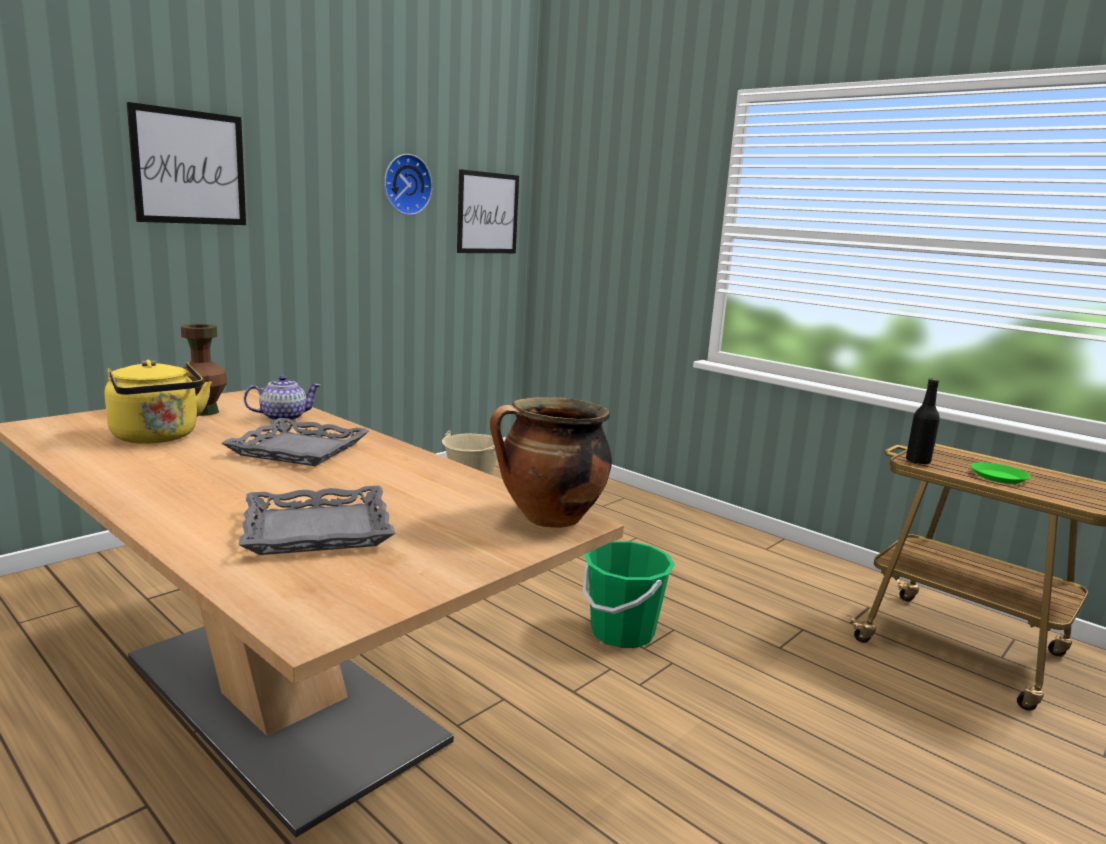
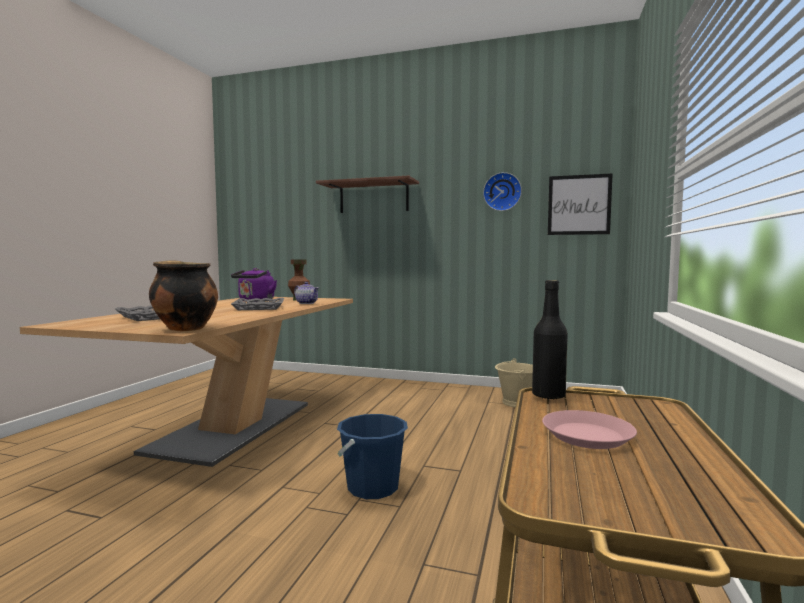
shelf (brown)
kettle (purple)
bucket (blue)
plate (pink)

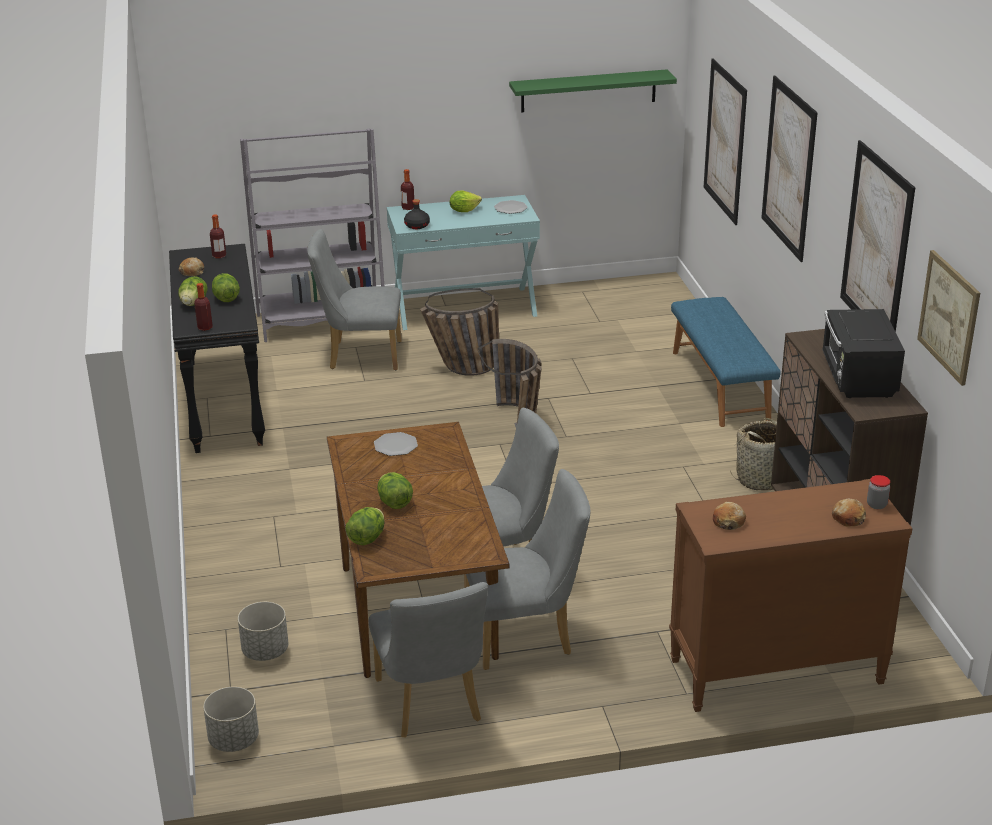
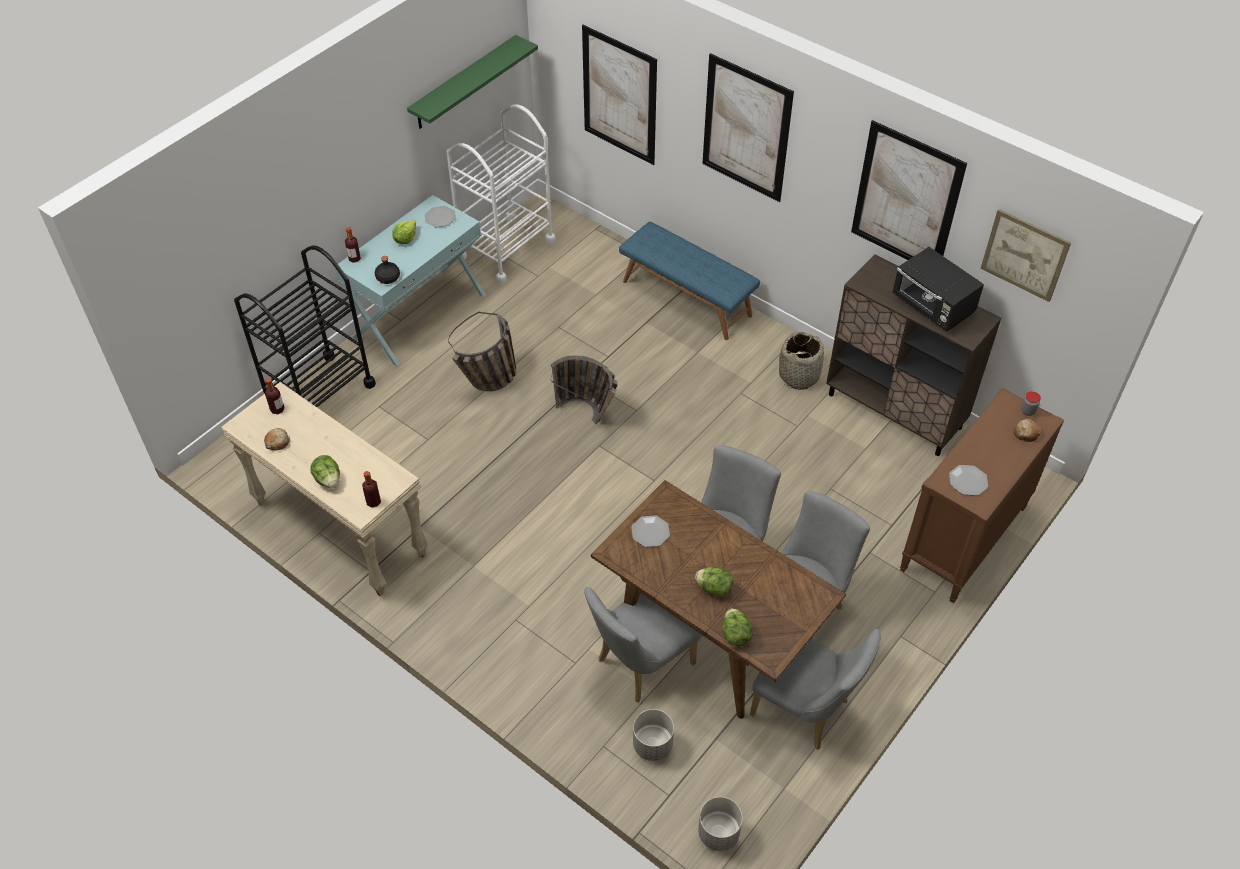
lettuce (no. 2 from left in the first image)
cart (white)
chair (grey) (no. 1 from left)
cart (black)
plate (no. 3 from left)
console table (beige)

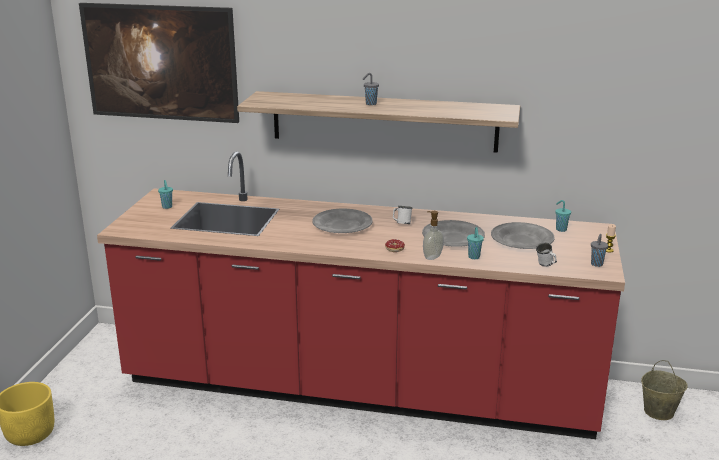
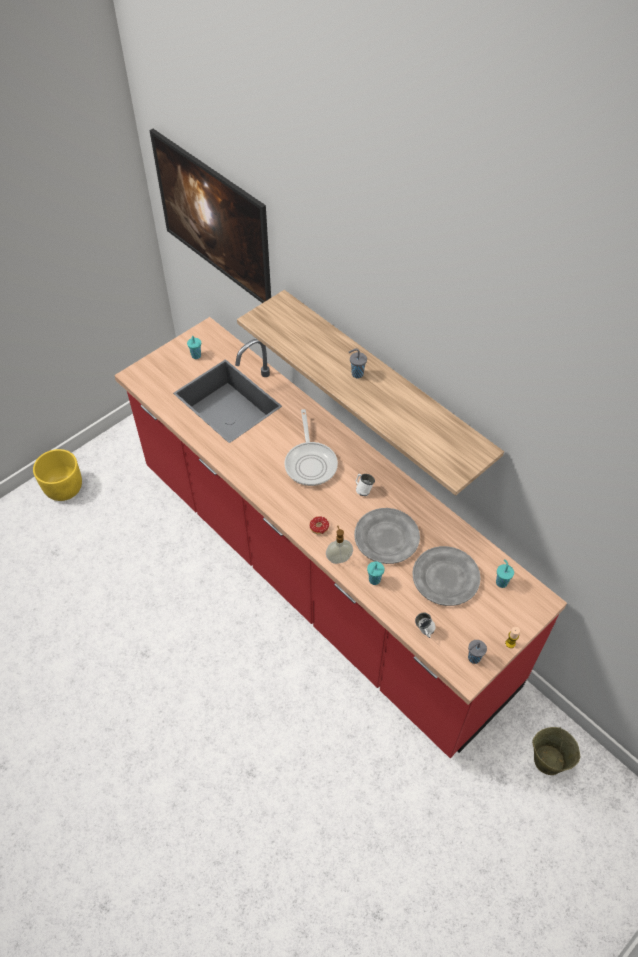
frying pan

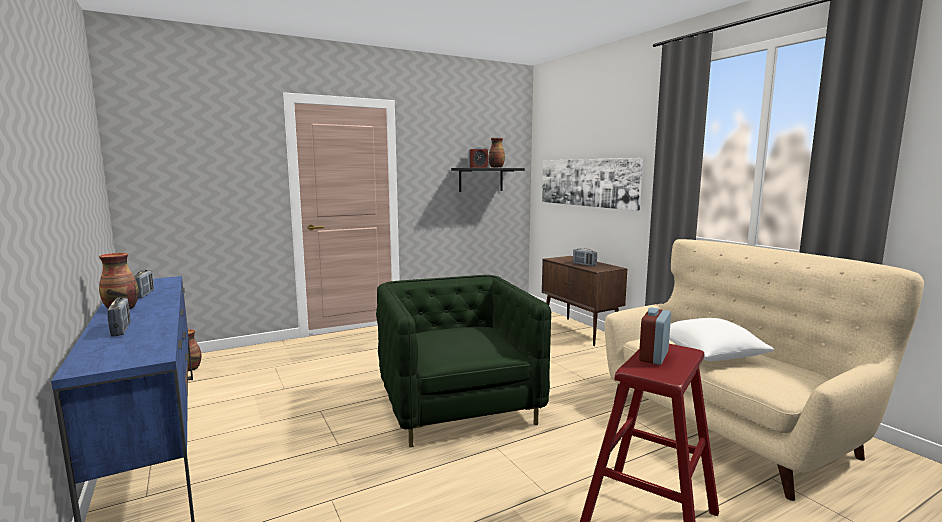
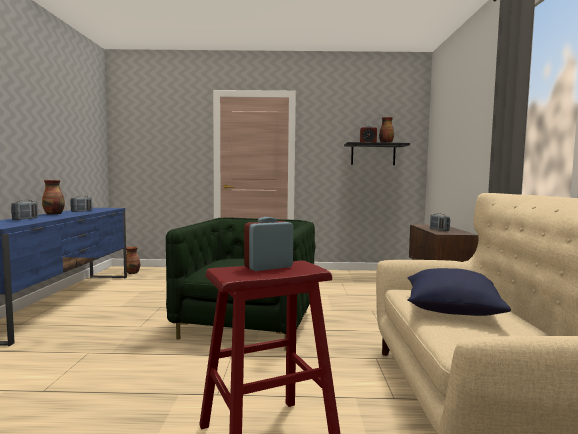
picture
pillow (blue)

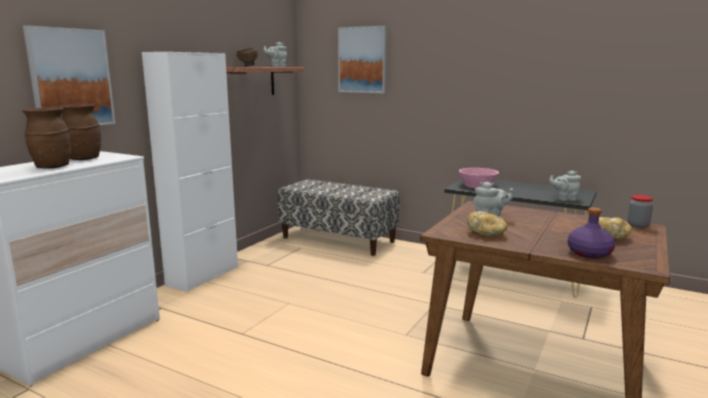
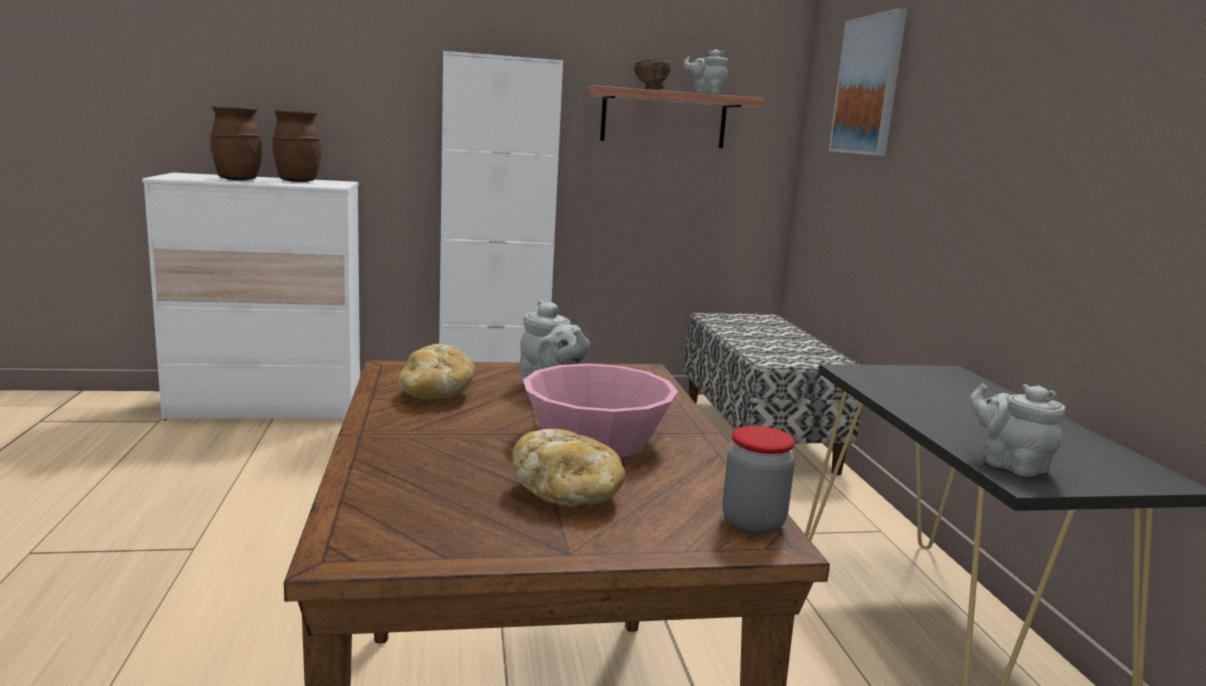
picture (no. 1 from left in the first image)
bottle (purple)
bowl (pink)

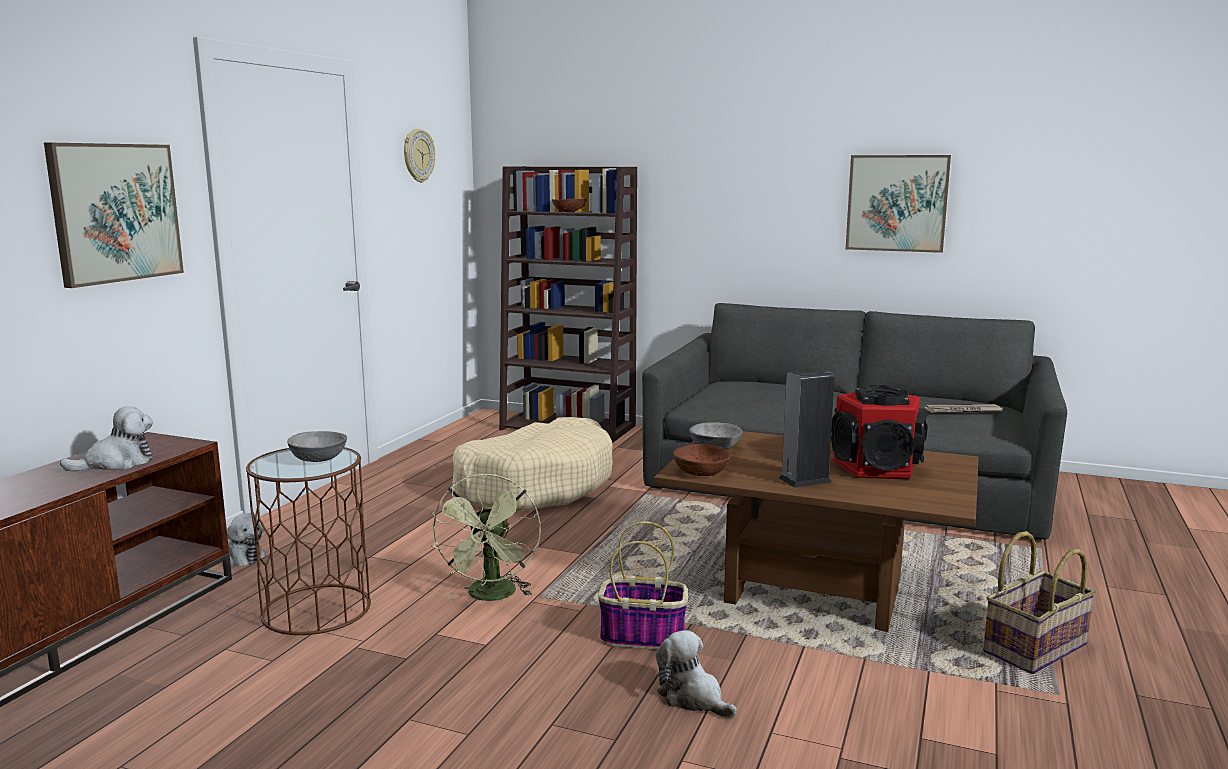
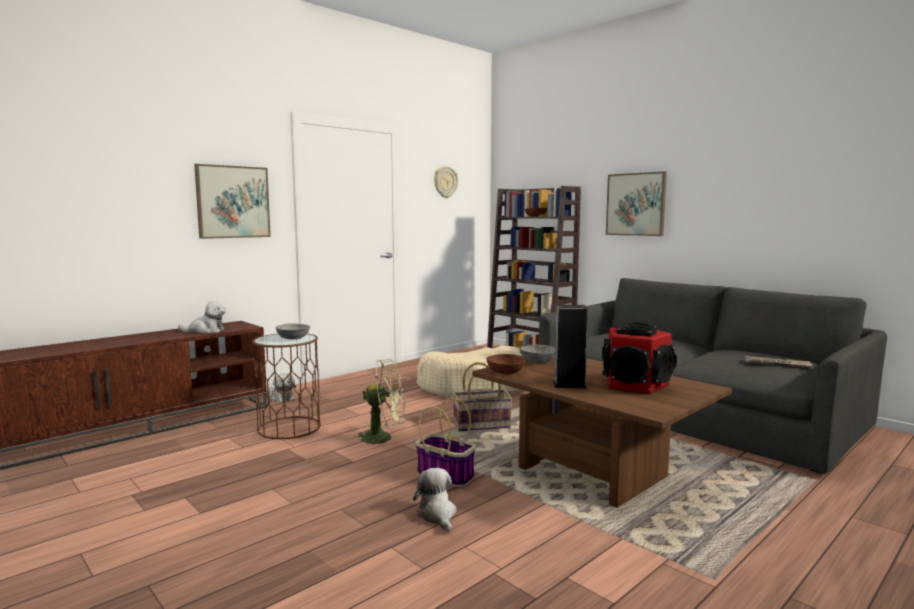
picture (no. 2 from left)
basket (no. 2 from left)
fan (green)

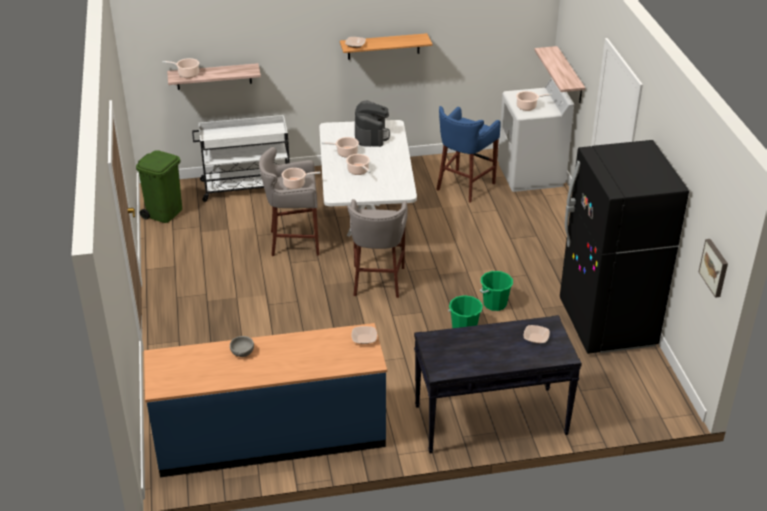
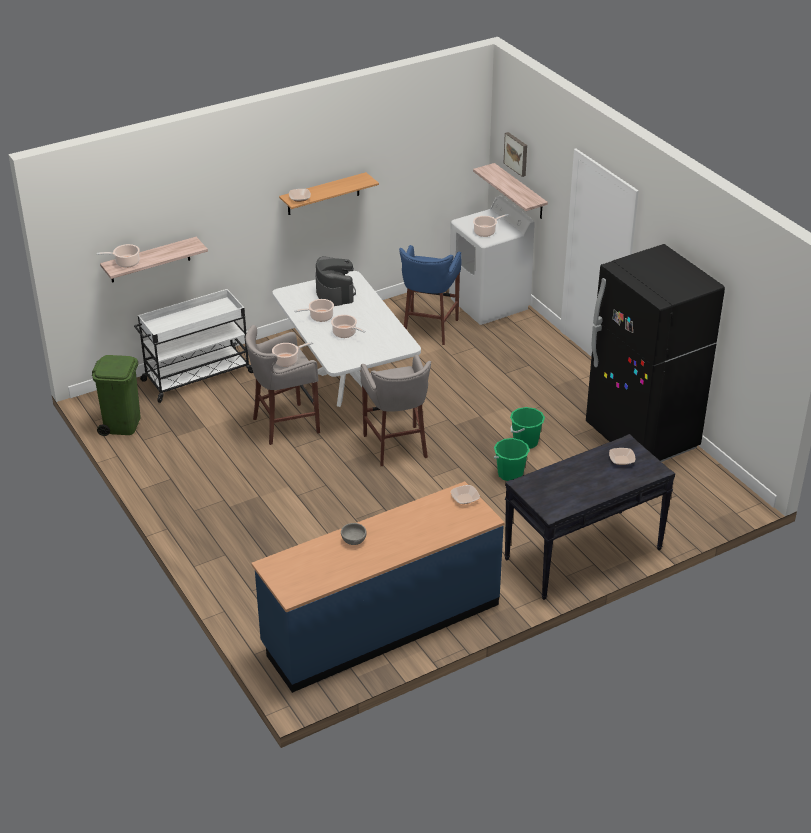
picture

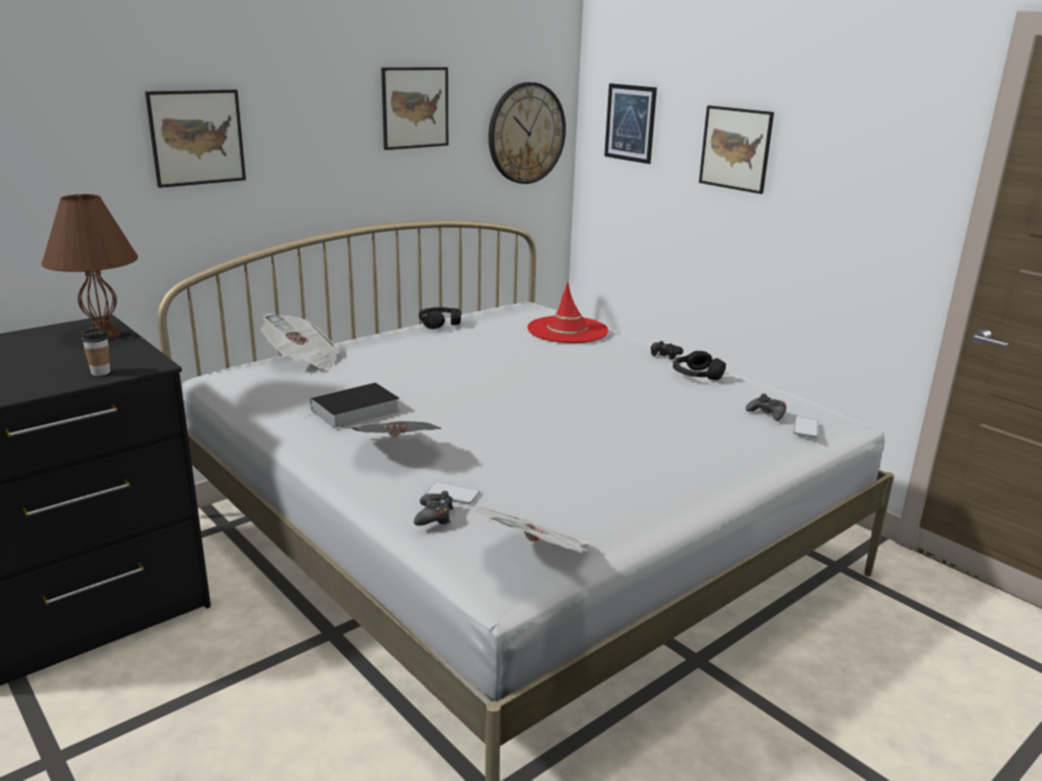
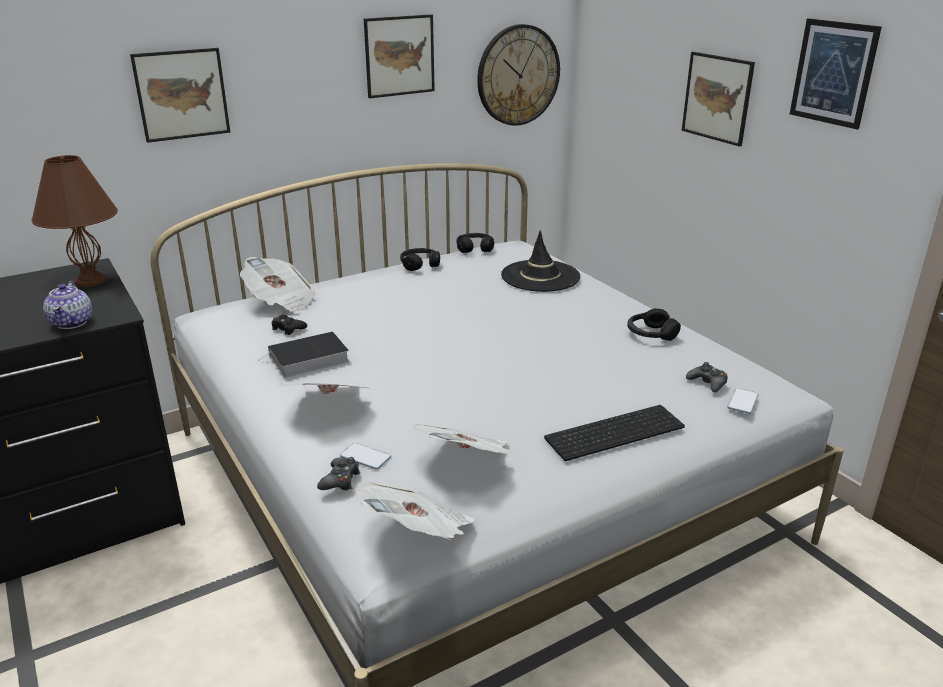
newspaper (no. 4 from left)
headphones (black) (no. 2 from left)
keyboard
picture (no. 4 from left)
game controller (black) (no. 1 from left)
teapot
hat (black)

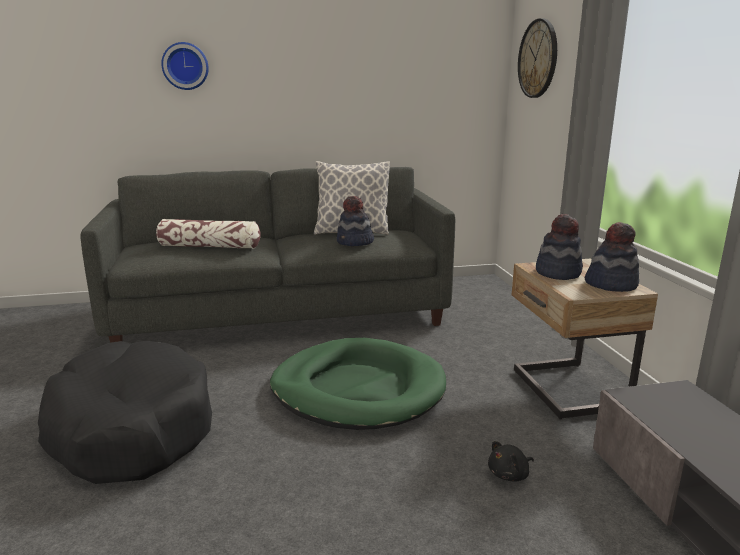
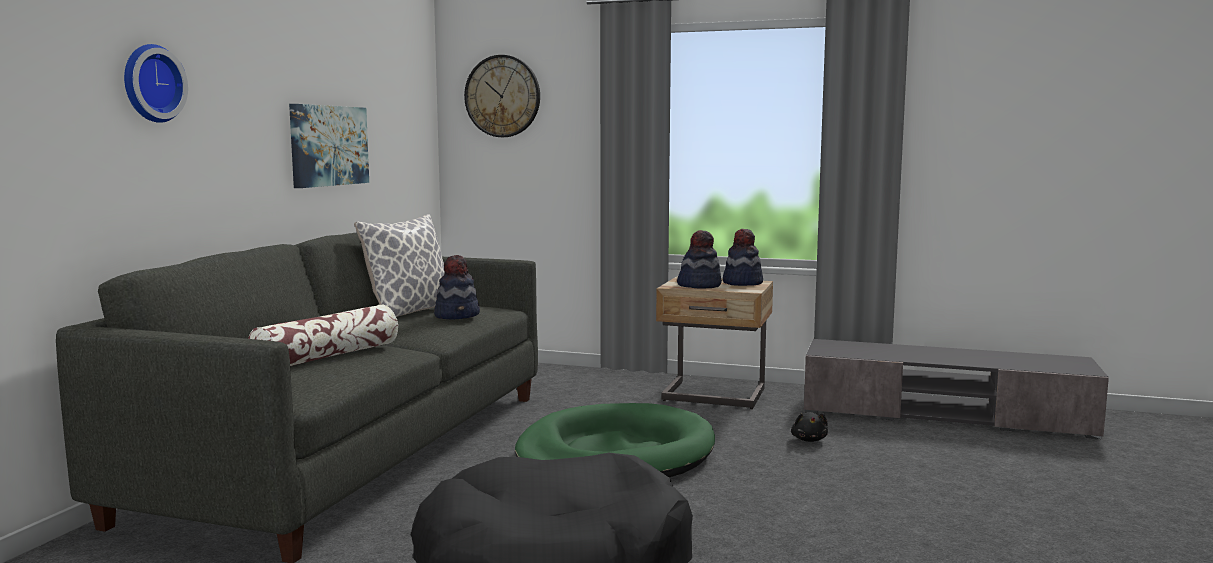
picture

